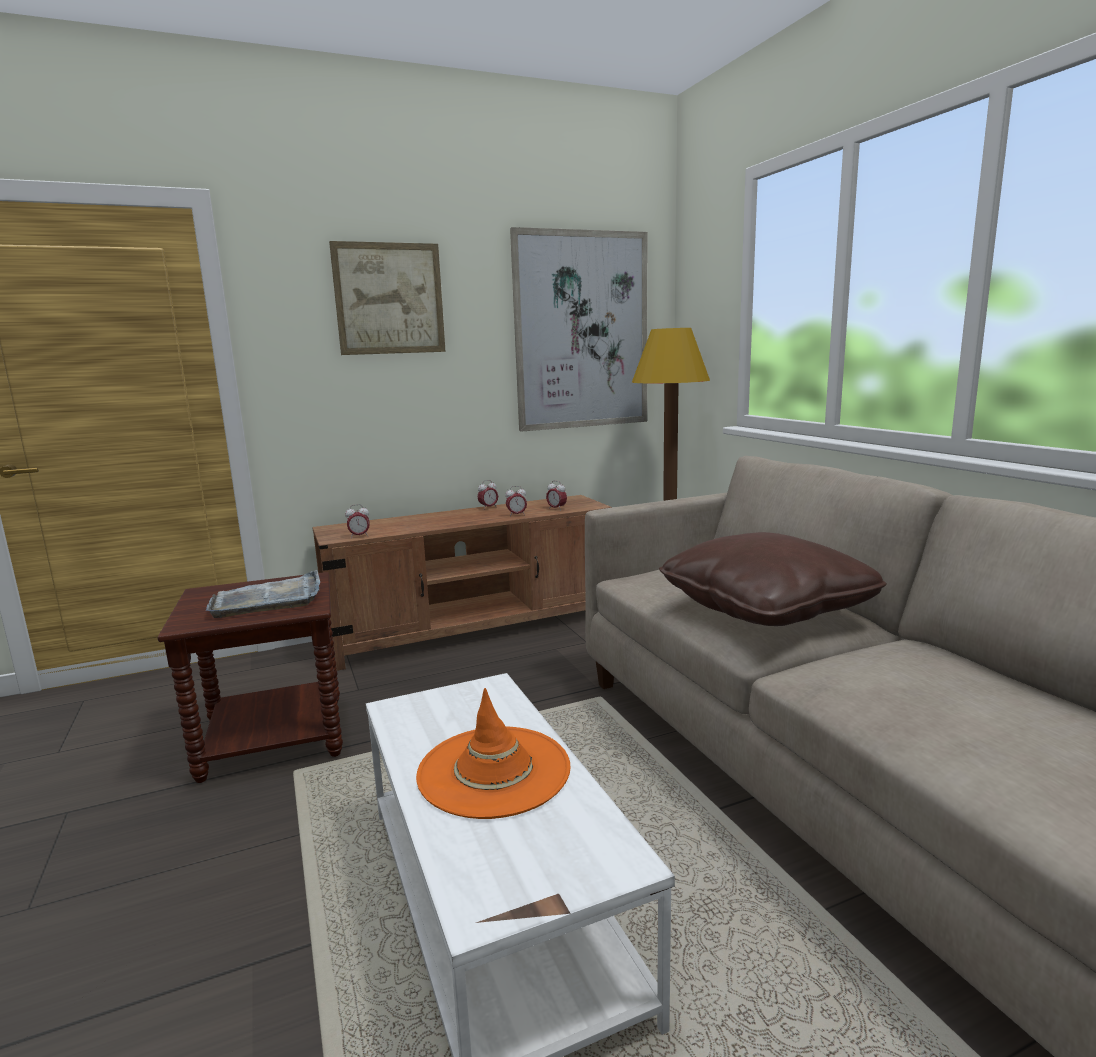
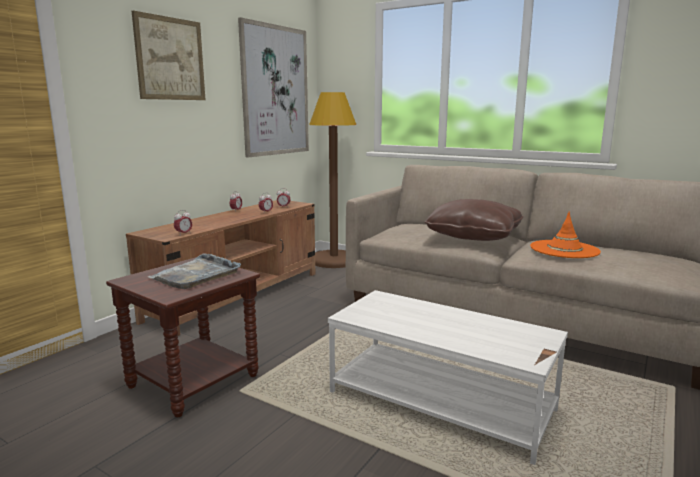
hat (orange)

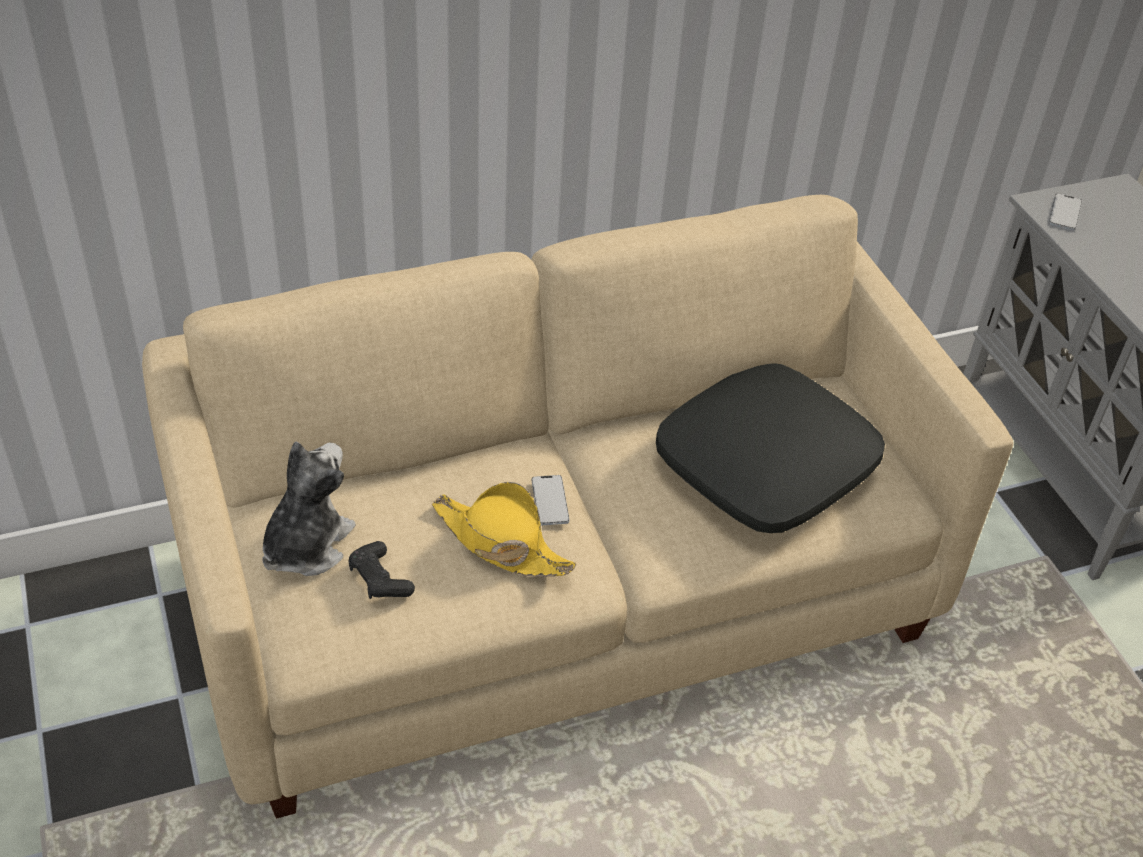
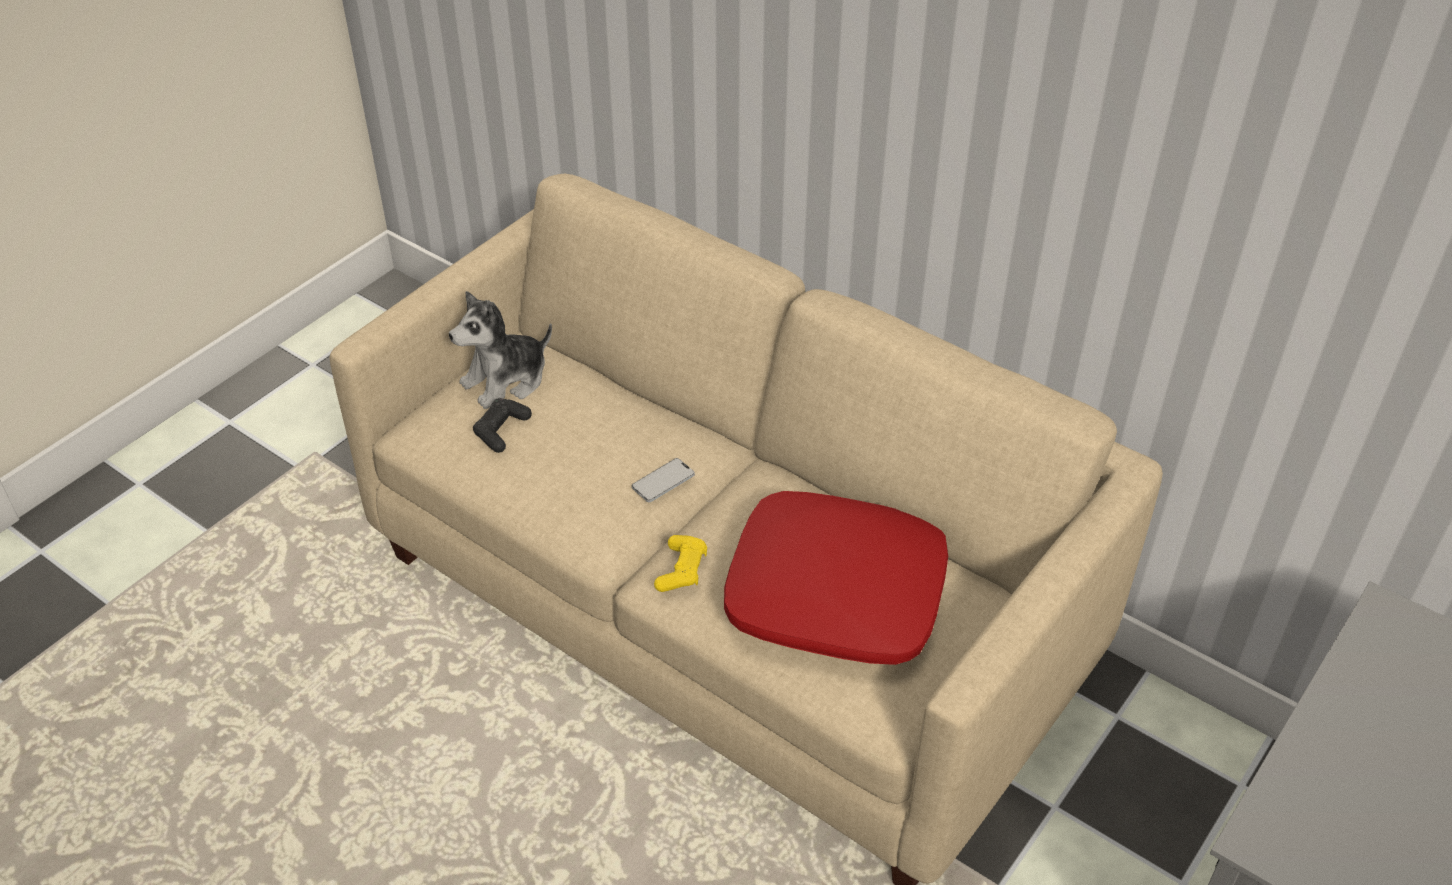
hat (yellow)
phone (no. 2 from left in the first image)
game controller (yellow)
pillow (red)
plush toy

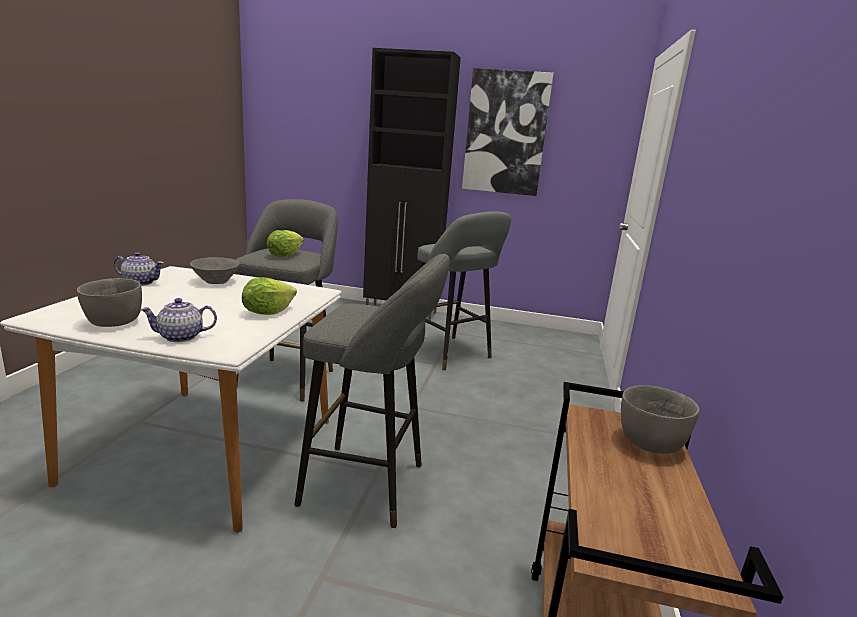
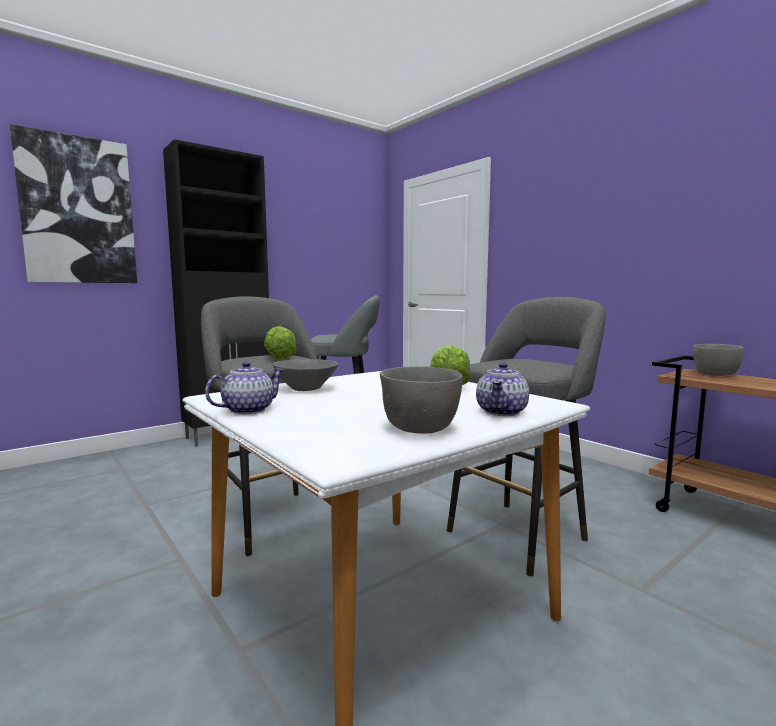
picture

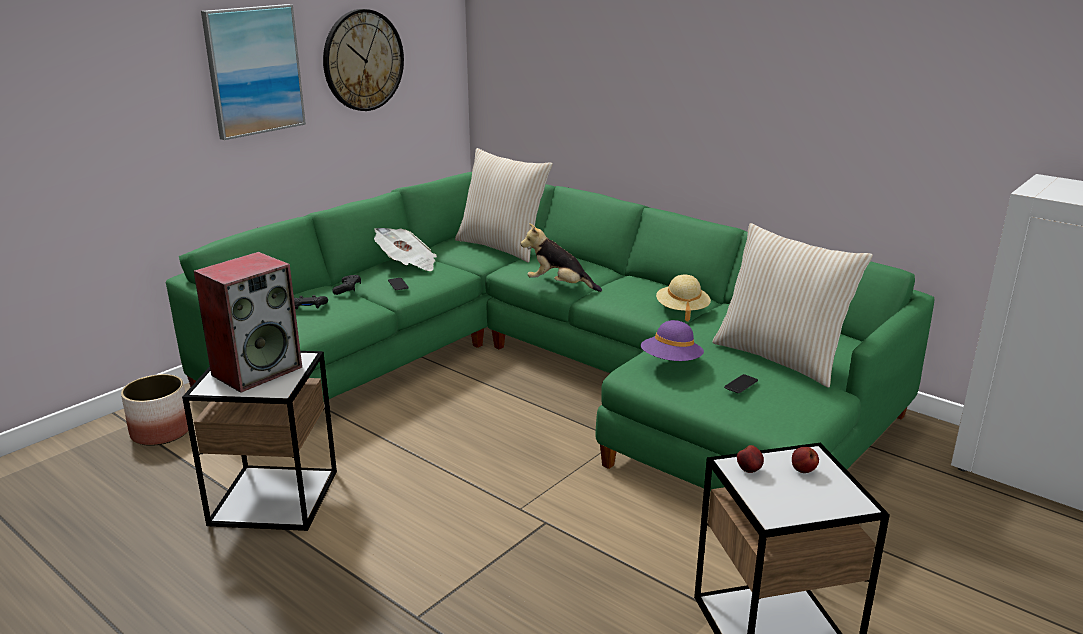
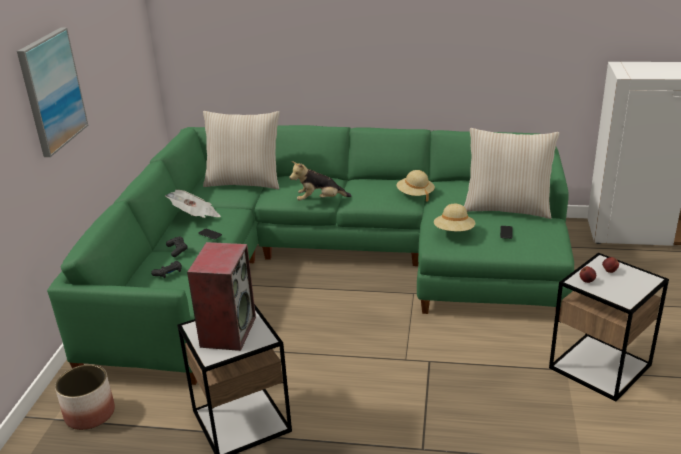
wall clock
hat (beige) (no. 2 from left)

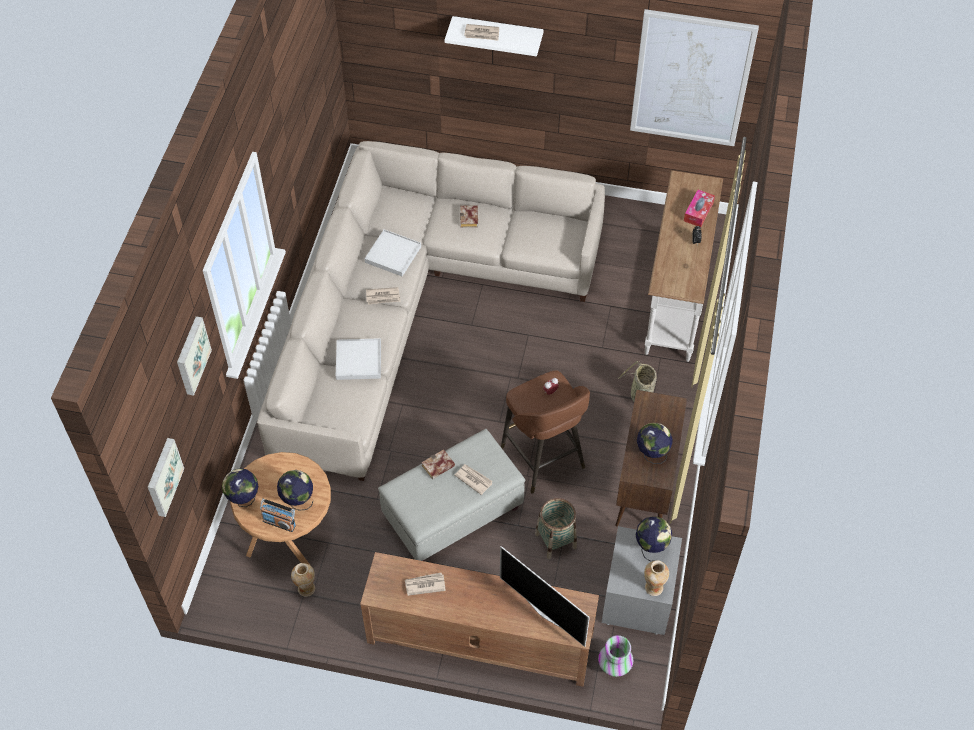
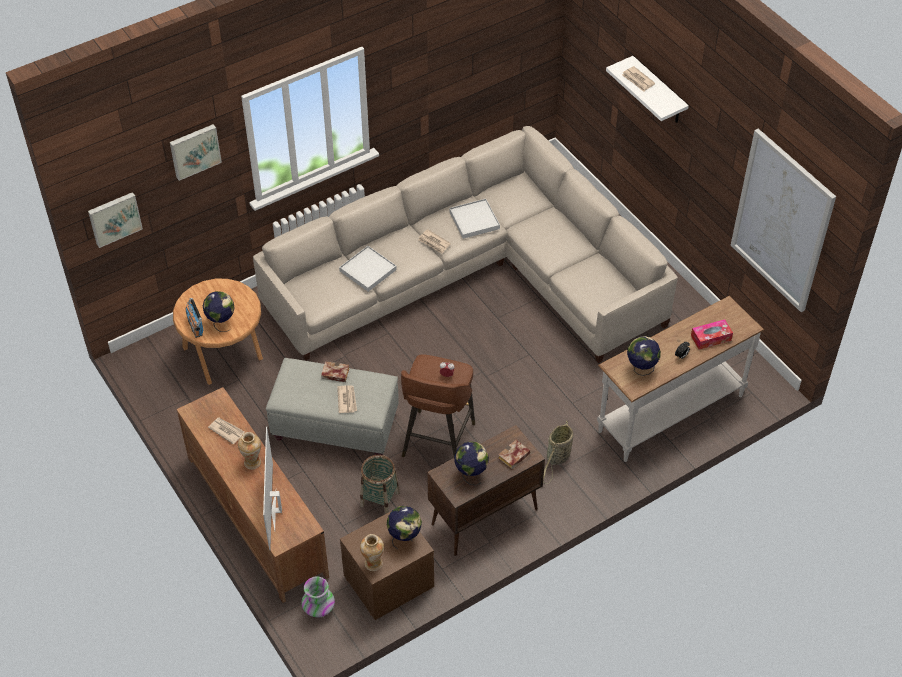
globe (no. 4 from left)
vase (no. 1 from left)
book (no. 2 from left)
nightstand (brown)

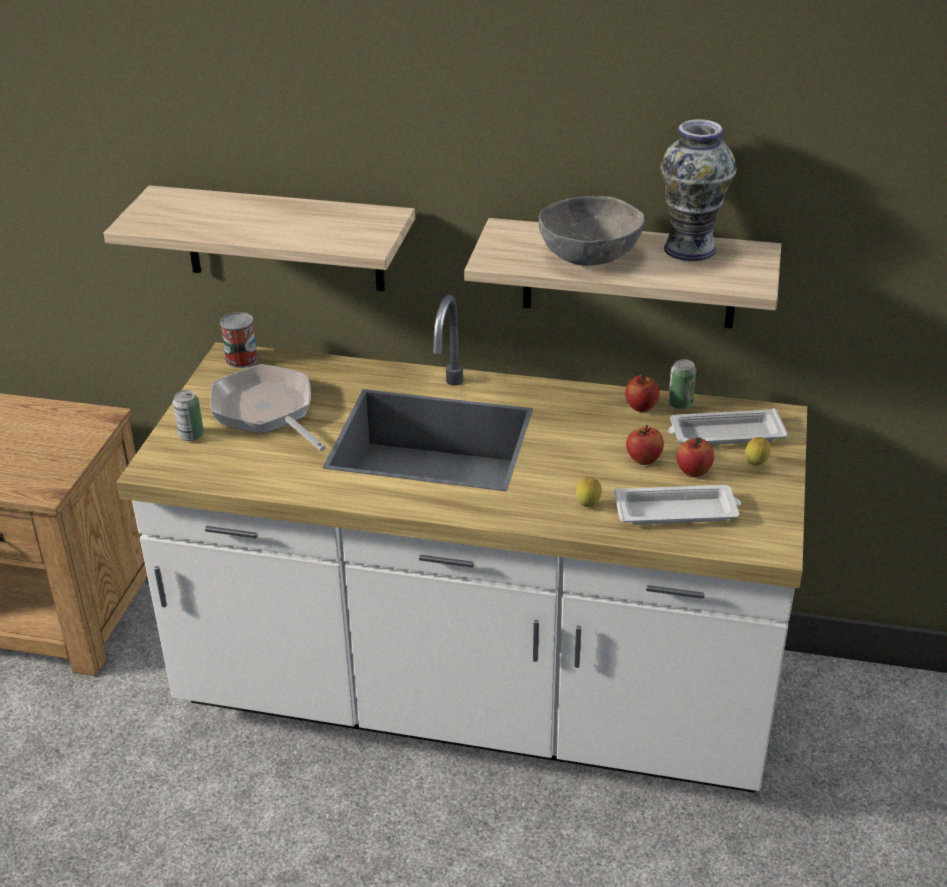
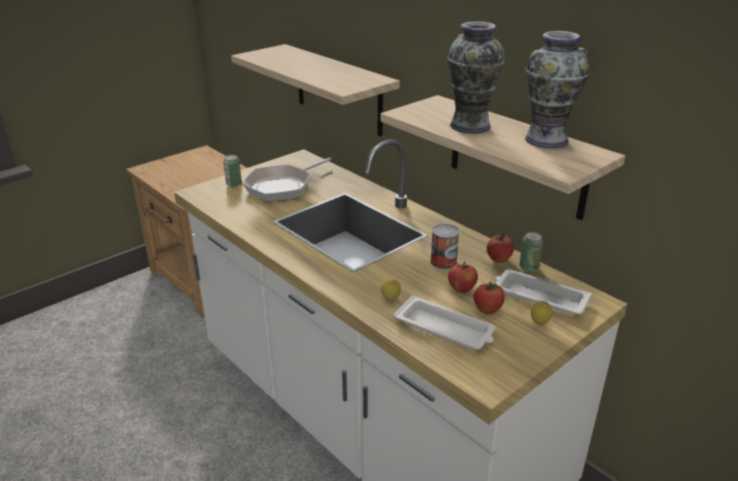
can (no. 2 from left)
vase (no. 1 from left)
frying pan

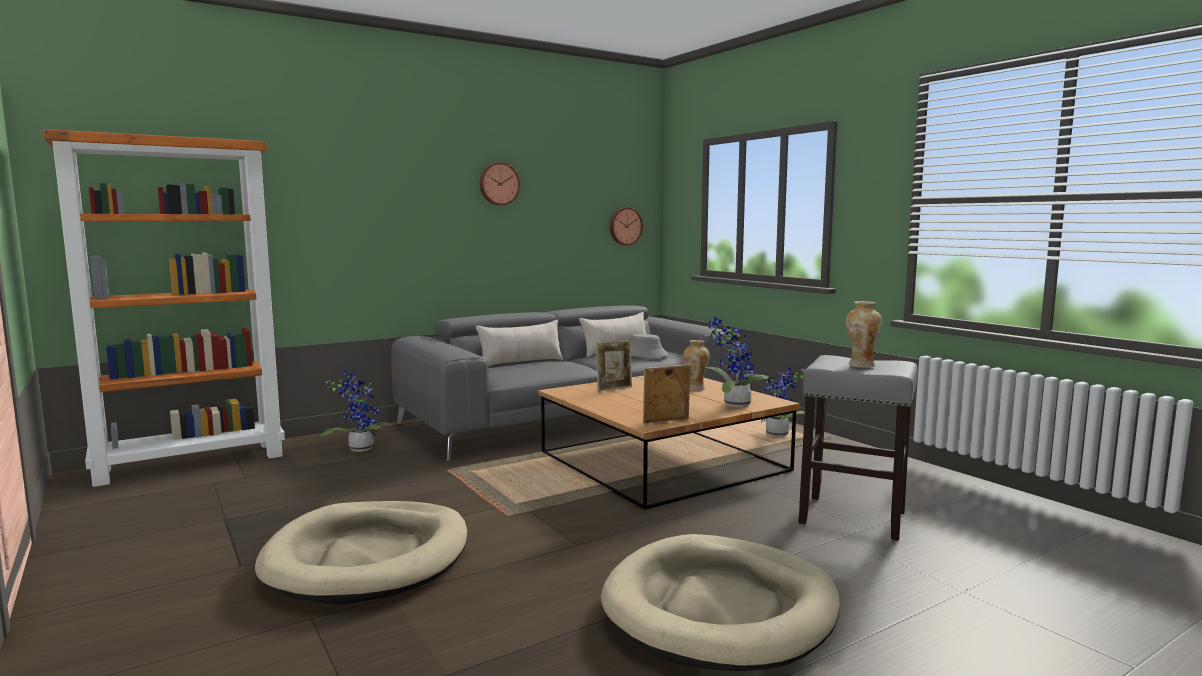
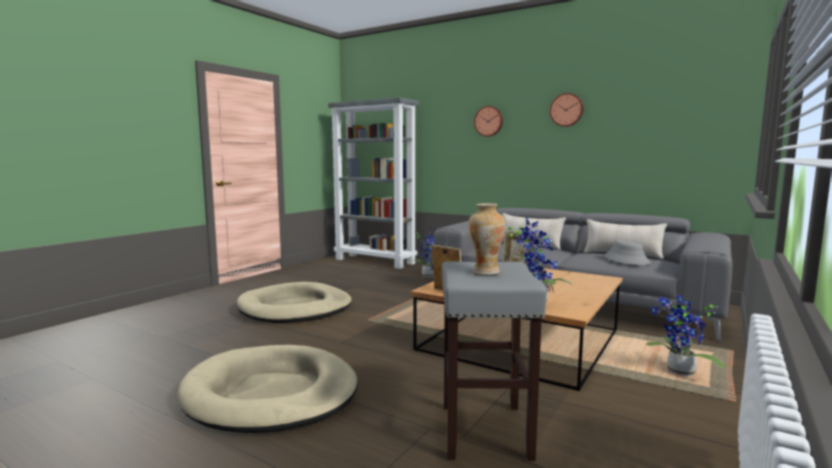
vase (no. 1 from left in the first image)
wall clock (no. 1 from left)
bookcase (grey)

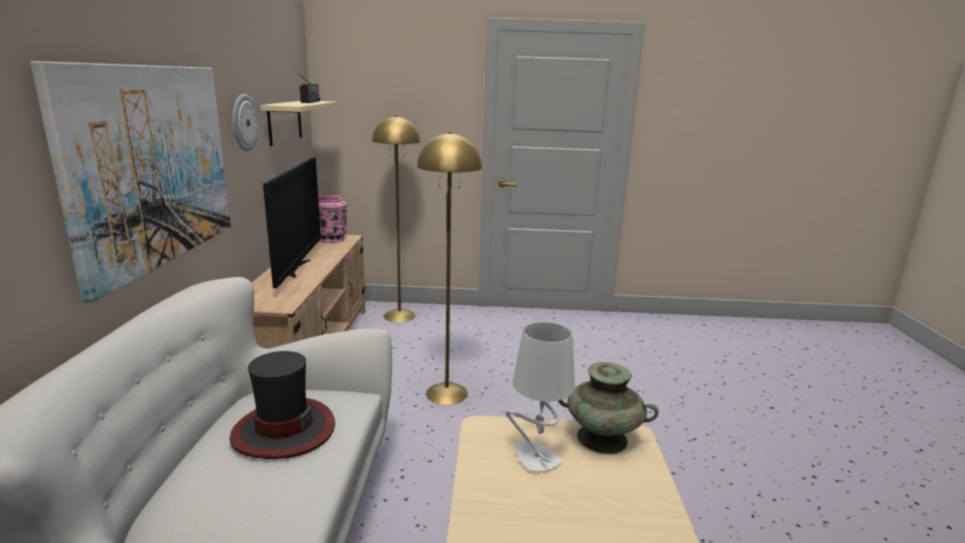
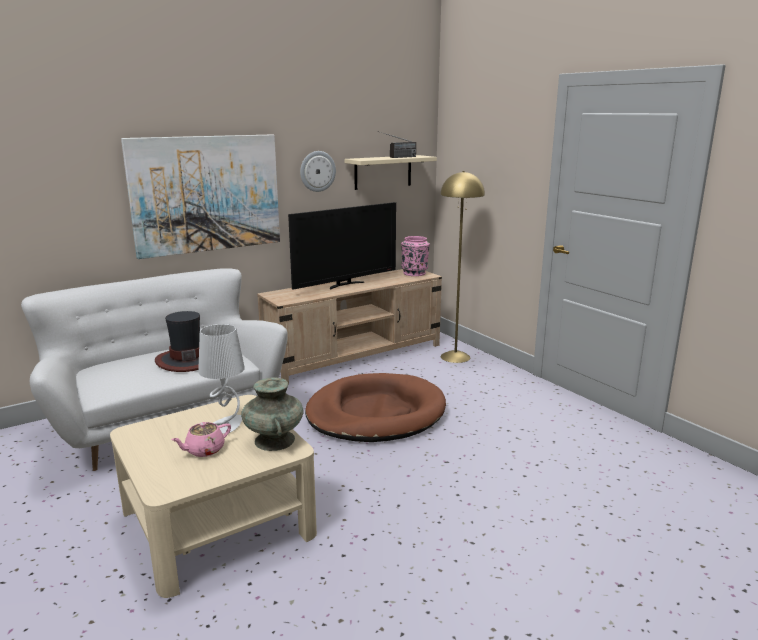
teapot (pink)
dog bed (brown)

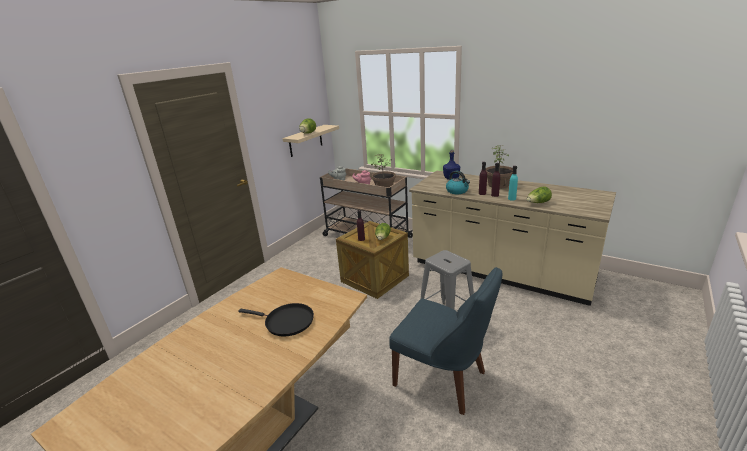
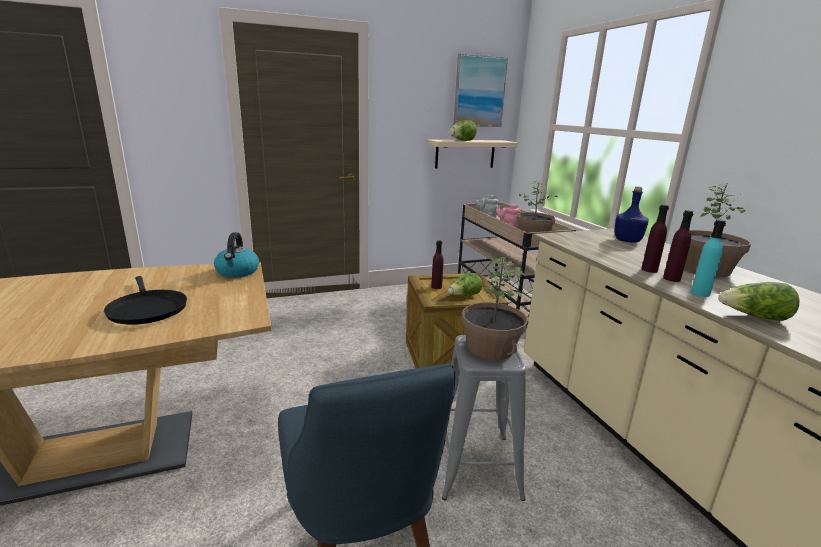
picture
potted plant (no. 1 from left)
kettle

